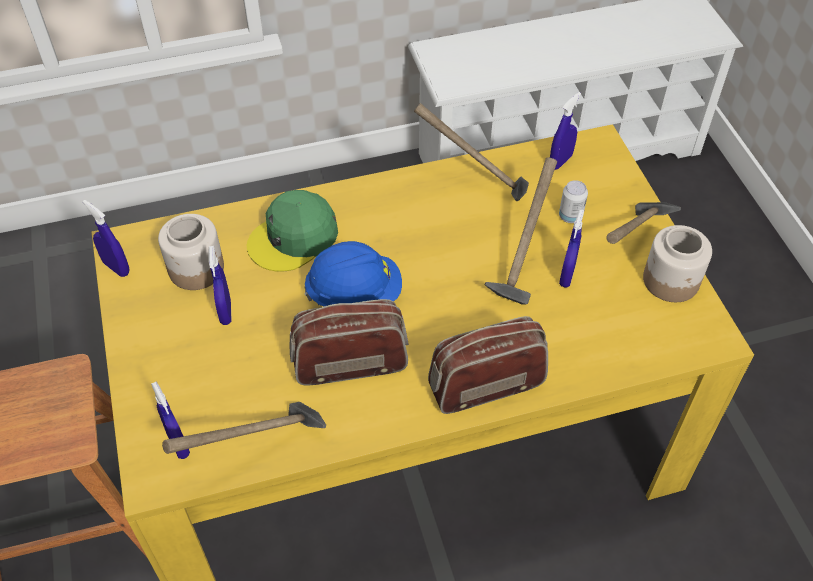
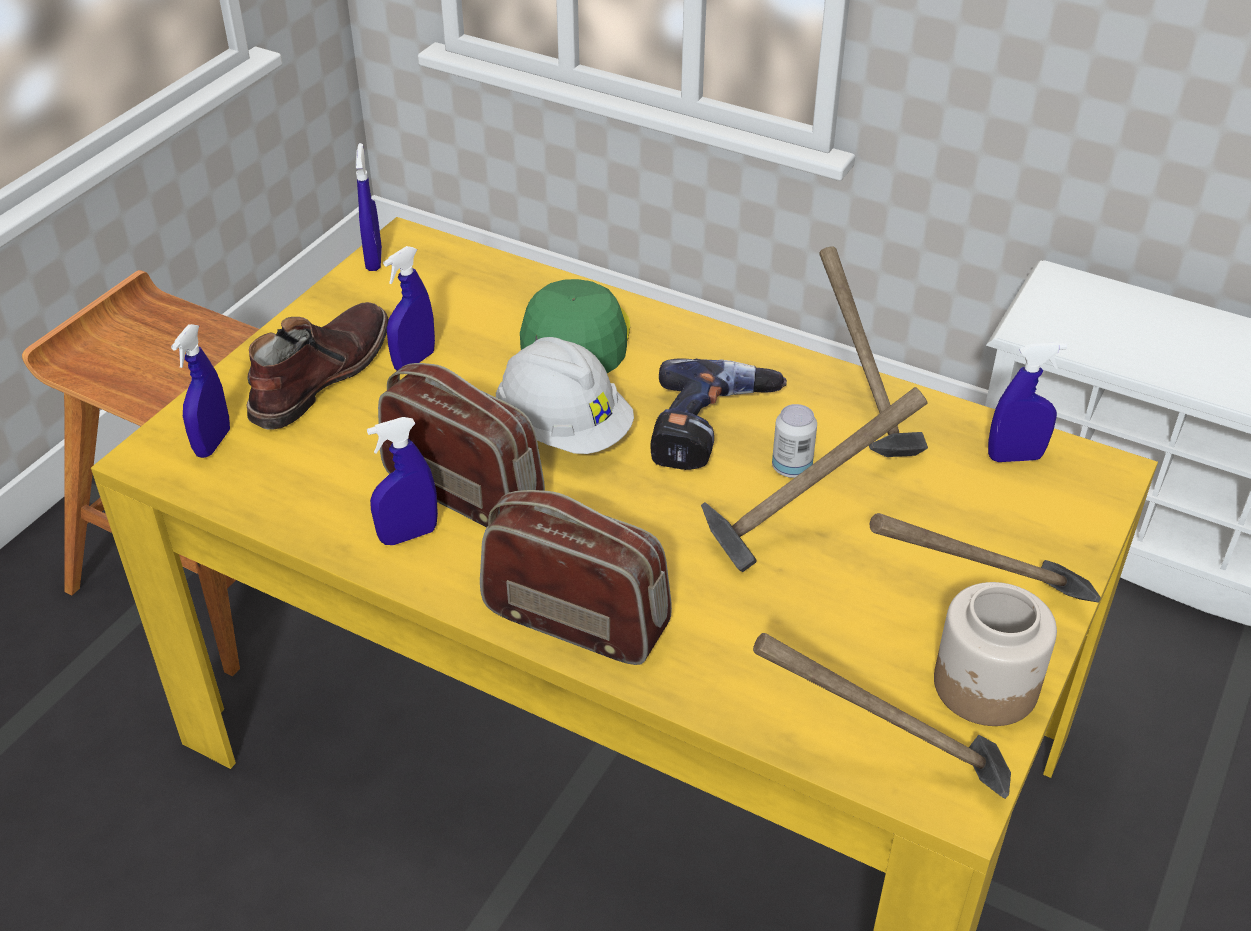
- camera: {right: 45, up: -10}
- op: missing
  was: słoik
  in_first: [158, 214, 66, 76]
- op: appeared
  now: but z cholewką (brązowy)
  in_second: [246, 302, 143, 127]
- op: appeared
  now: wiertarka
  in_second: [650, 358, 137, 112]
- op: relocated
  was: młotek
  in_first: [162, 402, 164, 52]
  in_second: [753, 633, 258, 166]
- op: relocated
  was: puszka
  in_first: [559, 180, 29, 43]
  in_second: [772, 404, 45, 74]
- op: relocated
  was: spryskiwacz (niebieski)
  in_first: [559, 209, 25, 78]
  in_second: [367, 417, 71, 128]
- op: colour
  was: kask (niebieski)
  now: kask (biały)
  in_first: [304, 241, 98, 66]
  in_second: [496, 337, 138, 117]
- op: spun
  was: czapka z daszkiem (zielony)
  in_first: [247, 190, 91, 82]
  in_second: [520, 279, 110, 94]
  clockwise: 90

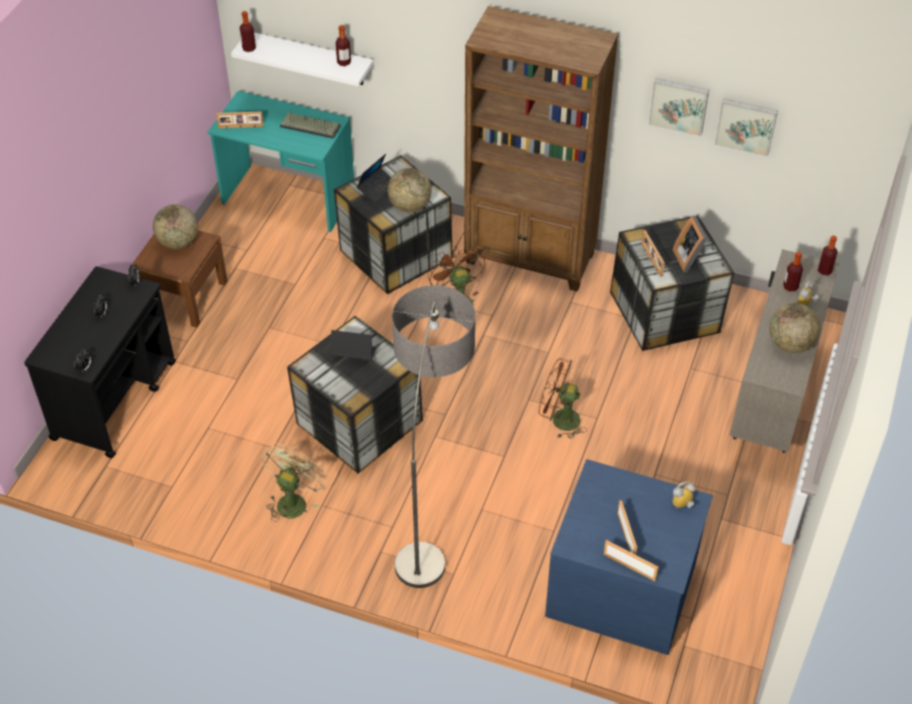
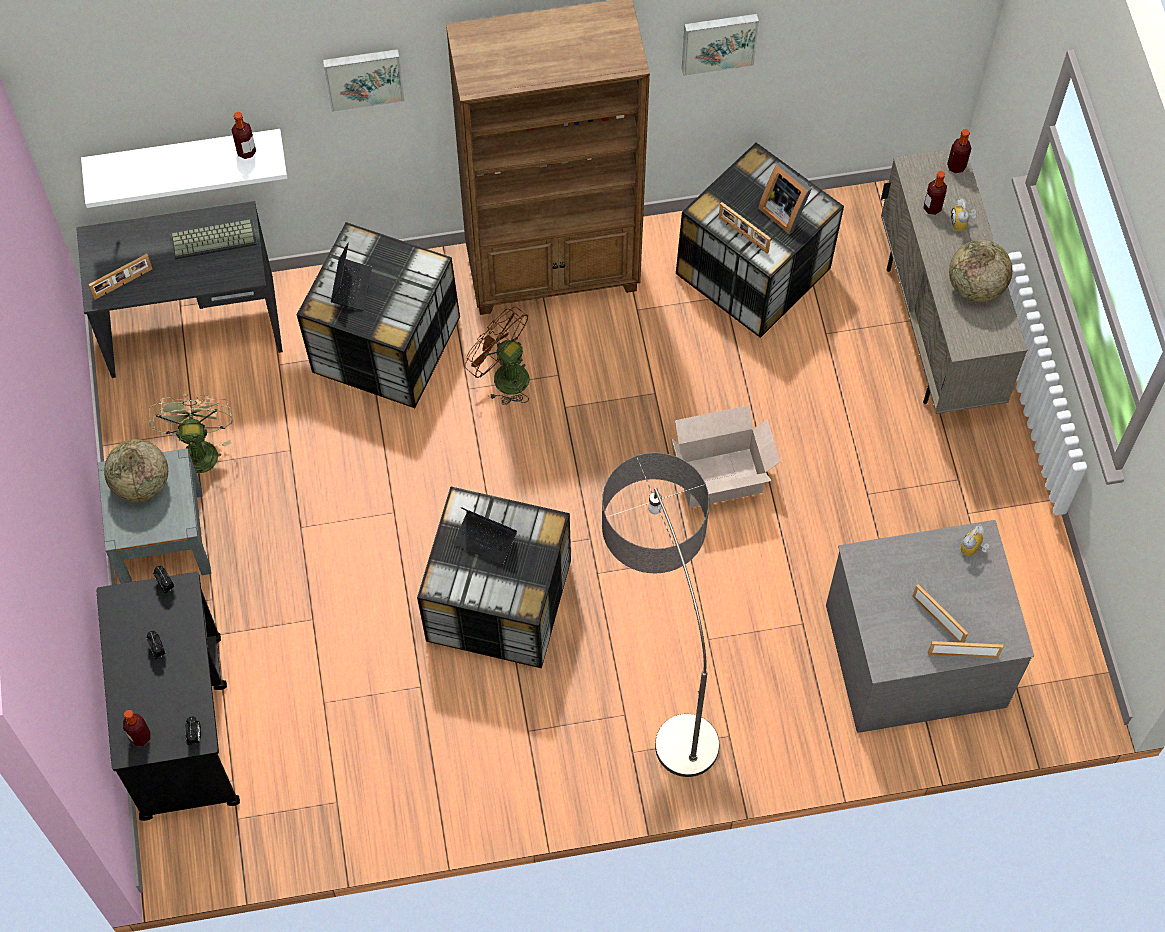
- camera: {right: -30, up: 15}
- op: missing
  was: globus
  in_first: [387, 168, 44, 45]
- op: relocated
  was: butelka
  in_first: [240, 11, 16, 41]
  in_second: [123, 710, 28, 36]
- op: relocated
  was: wentylator (zielony)
  in_first: [261, 443, 66, 79]
  in_second: [149, 394, 84, 80]
- op: relocated
  was: obraz
  in_first: [715, 98, 63, 59]
  in_second: [323, 49, 82, 63]
- op: exchanged
  was: wentylator (brązowy)
  now: karton
  in_first: [539, 358, 48, 81]
  in_second: [672, 405, 108, 103]
- op: colour
  was: szafka nocna (brązowy)
  now: szafka nocna (szary)
  in_first: [132, 230, 95, 98]
  in_second: [97, 448, 114, 136]
- op: colour
  was: biurko (turkusowy)
  now: biurko (szary)
  in_first: [208, 91, 146, 141]
  in_second: [76, 201, 207, 177]
- op: colour
  was: komoda (niebieski)
  now: komoda (szary)
  in_first: [545, 459, 168, 196]
  in_second: [826, 520, 208, 213]
- op: spun
  was: laptop
  in_first: [331, 330, 46, 30]
  in_second: [454, 507, 63, 58]
  clockwise: -135

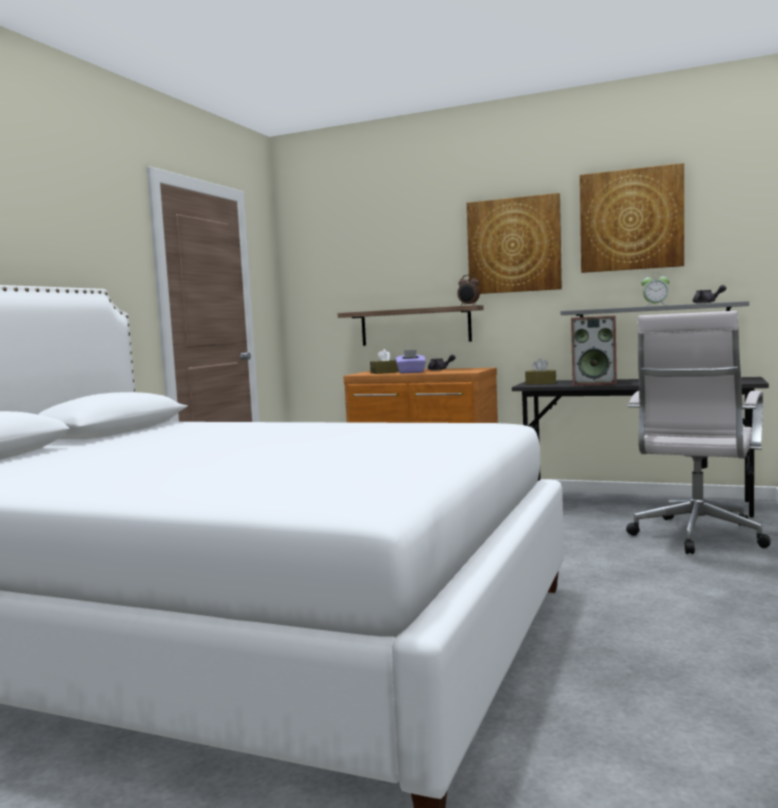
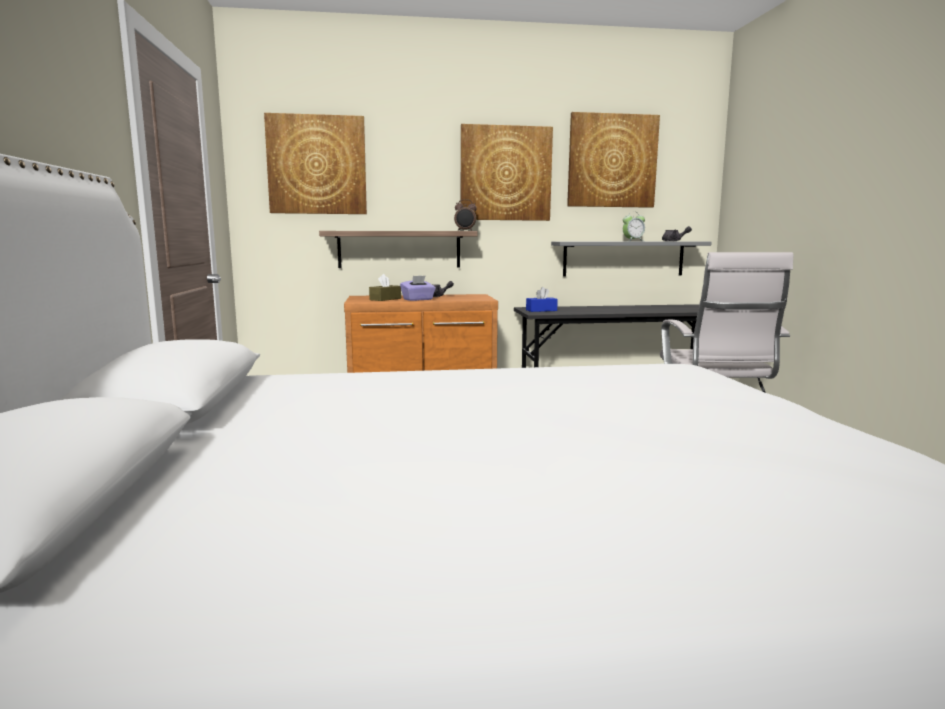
- camera: {right: -30, up: 5}
- op: missing
  was: głośnik
  in_first: [571, 316, 46, 70]
- op: appeared
  now: obraz
  in_second: [264, 113, 103, 101]
- op: colour
  was: pudełko chusteczek (brązowy)
  now: pudełko chusteczek (niebieski)
  in_first: [525, 358, 31, 27]
  in_second: [526, 287, 32, 25]

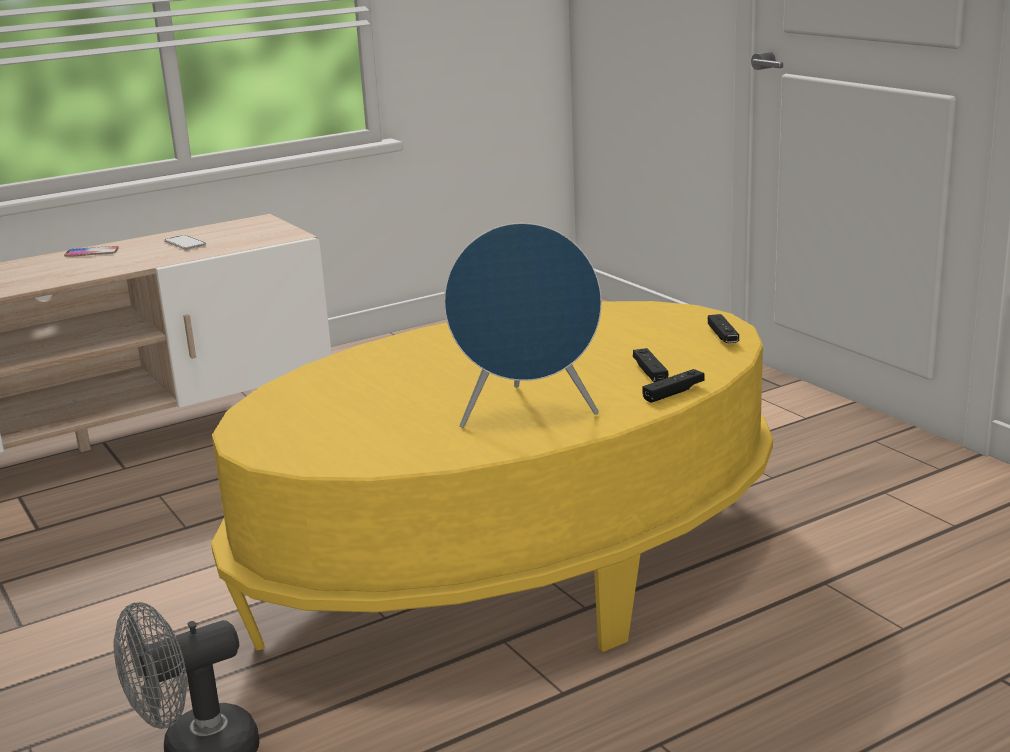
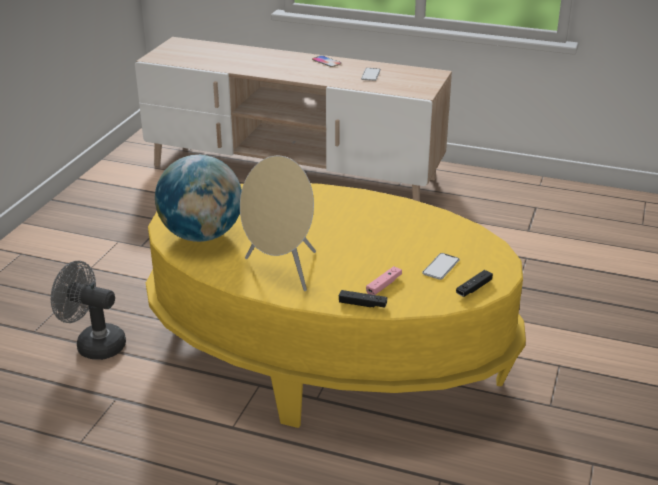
- camera: {right: 50, up: 10}
- op: appeared
  now: globus
  in_second: [155, 155, 87, 87]
- op: appeared
  now: telefon
  in_second: [422, 253, 38, 27]
- op: colour
  was: głośnik (niebieski)
  now: głośnik (beżowy)
  in_first: [444, 223, 158, 205]
  in_second: [240, 156, 76, 135]
- op: colour
  was: pad do gier (czarny)
  now: pad do gier (różowy)
  in_first: [633, 348, 35, 34]
  in_second: [366, 266, 36, 29]

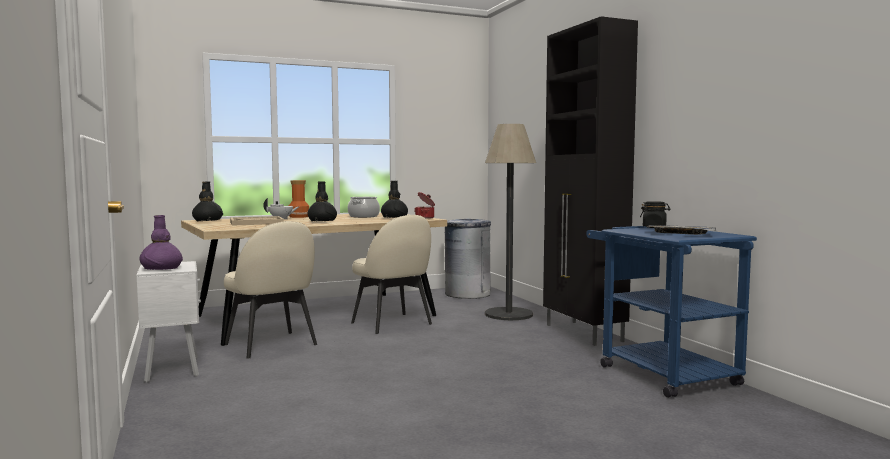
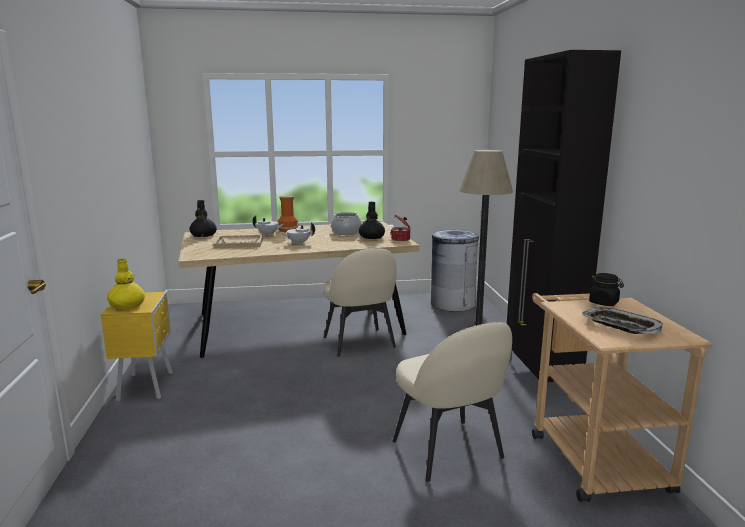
- camera: {right: 15, up: 10}
- op: relocated
  was: krzesło (beżowy)
  in_first: [224, 221, 93, 138]
  in_second: [392, 322, 120, 160]
- op: exchanged
  was: wazon (czarny)
  now: imbryk (biały)
  in_first: [308, 182, 29, 39]
  in_second: [280, 222, 35, 22]
- op: colour
  was: szafka nocna (biały)
  now: szafka nocna (żółty)
  in_first: [136, 261, 65, 122]
  in_second: [100, 292, 73, 110]
- op: colour
  was: wazon (fioletowy)
  now: wazon (żółty)
  in_first: [139, 215, 44, 55]
  in_second: [107, 259, 38, 50]
- op: colour
  was: wózek (niebieski)
  now: wózek (beżowy)
  in_first: [586, 226, 171, 172]
  in_second: [532, 293, 180, 209]

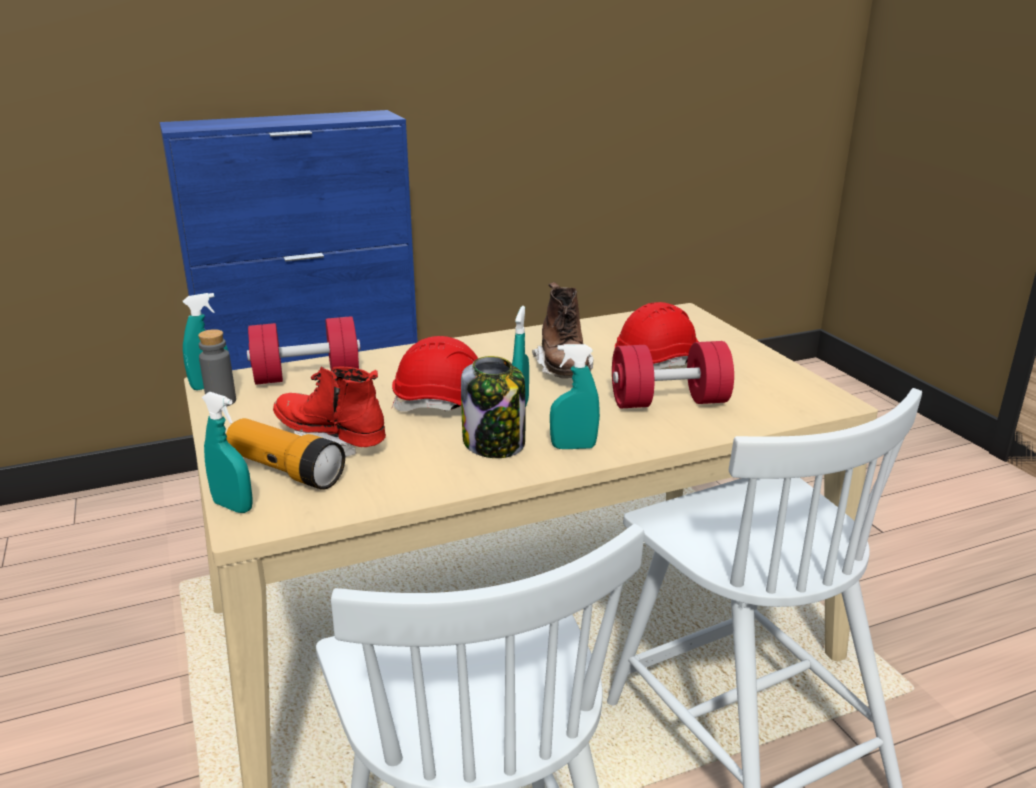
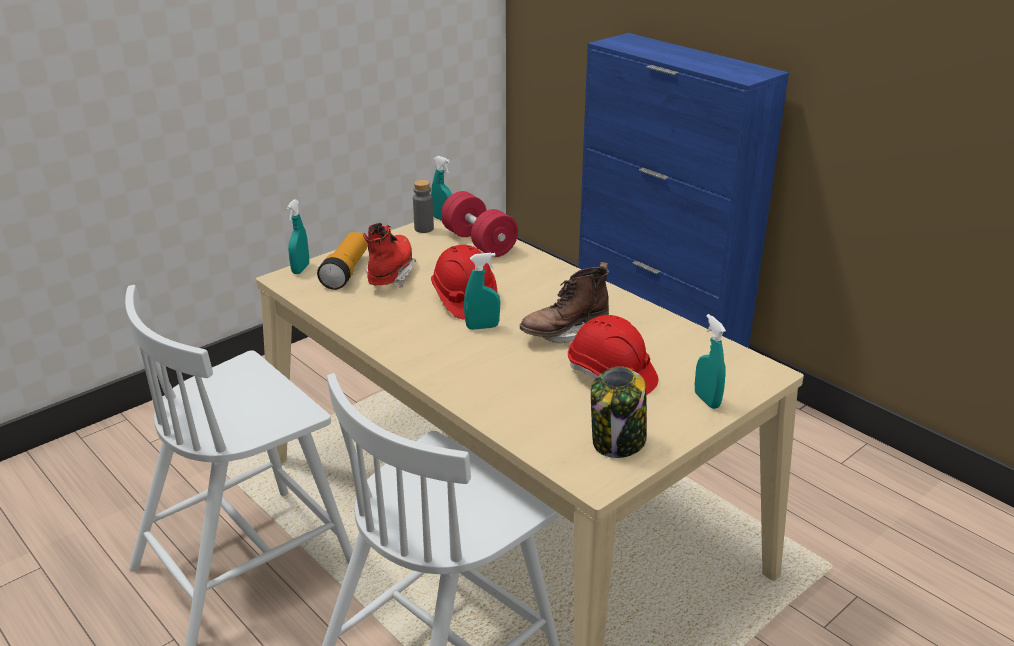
- camera: {right: 70, up: 5}
- op: missing
  was: hantel (czerwony)
  in_first: [612, 341, 122, 67]
- op: relocated
  was: słoik
  in_first: [461, 356, 64, 102]
  in_second: [591, 366, 56, 92]
- op: relocated
  was: spryskiwacz (turkusowy)
  in_first: [550, 344, 50, 105]
  in_second: [695, 314, 31, 95]

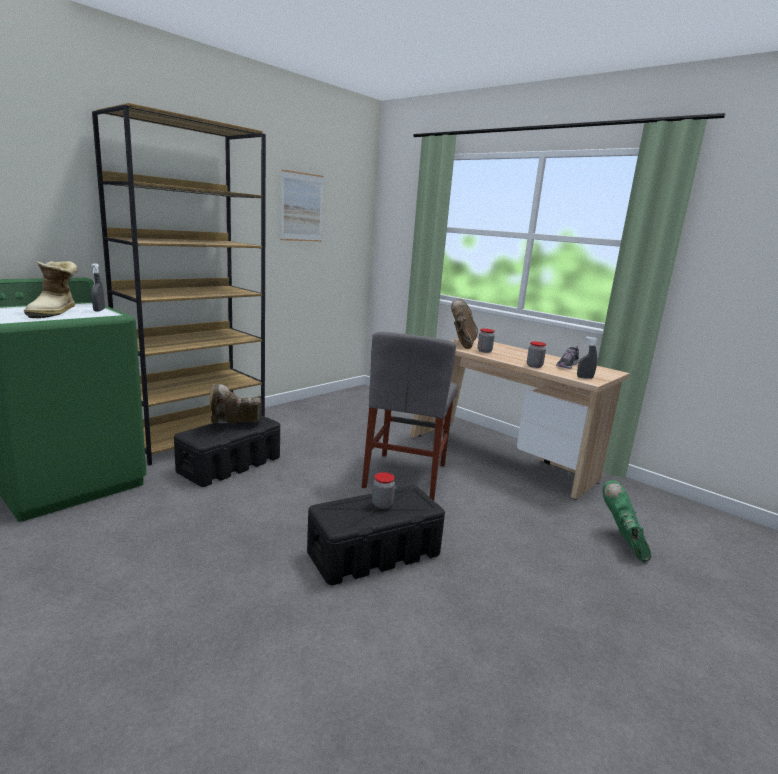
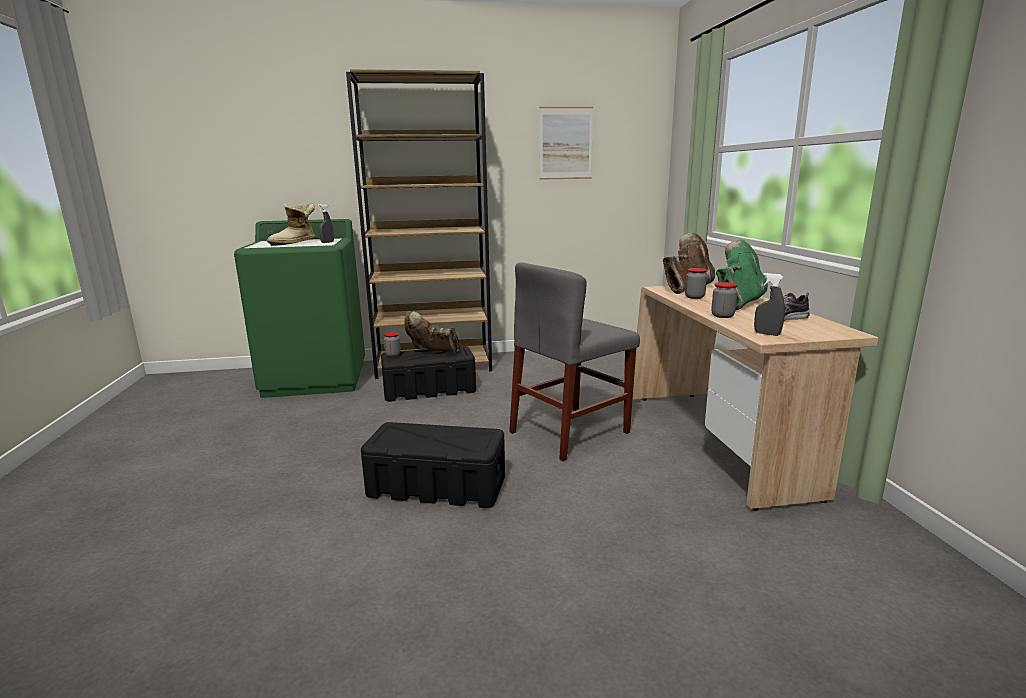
- camera: {right: 40, up: 0}
- op: relocated
  was: słoik
  in_first: [372, 472, 23, 37]
  in_second: [384, 332, 17, 25]
- op: relocated
  was: but z cholewką (zielony)
  in_first: [602, 480, 49, 82]
  in_second: [716, 239, 52, 71]

